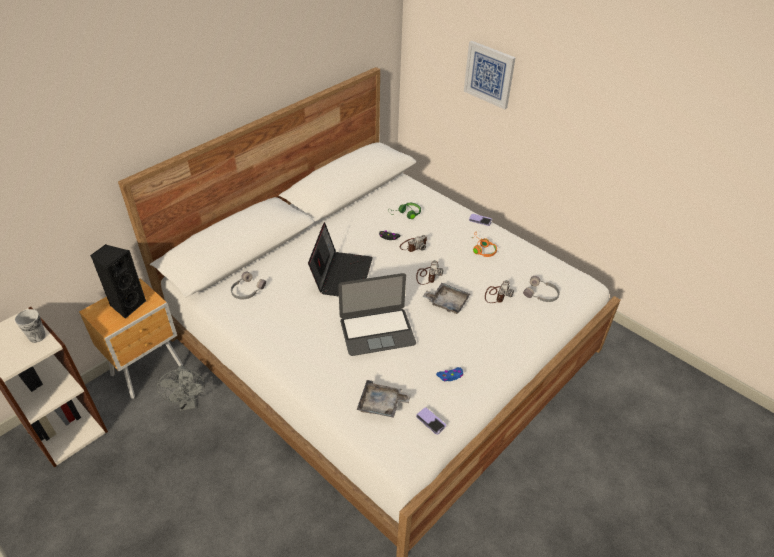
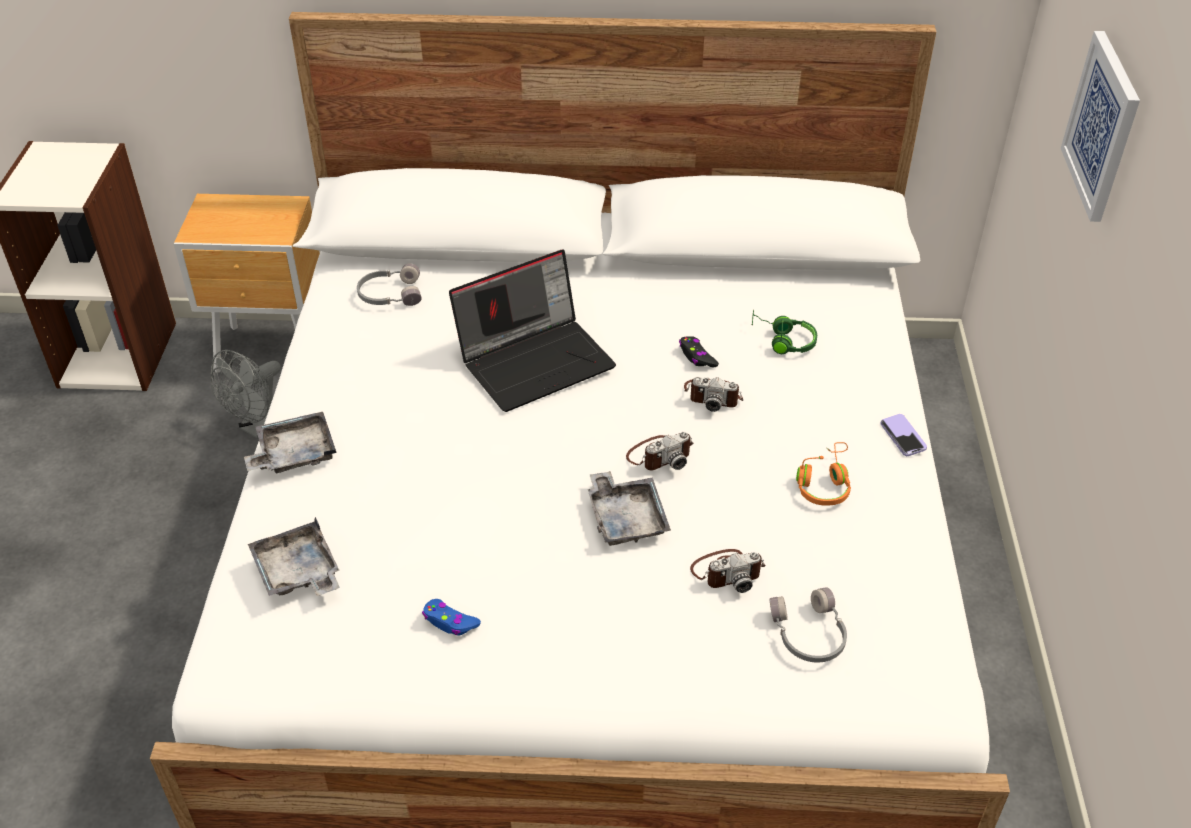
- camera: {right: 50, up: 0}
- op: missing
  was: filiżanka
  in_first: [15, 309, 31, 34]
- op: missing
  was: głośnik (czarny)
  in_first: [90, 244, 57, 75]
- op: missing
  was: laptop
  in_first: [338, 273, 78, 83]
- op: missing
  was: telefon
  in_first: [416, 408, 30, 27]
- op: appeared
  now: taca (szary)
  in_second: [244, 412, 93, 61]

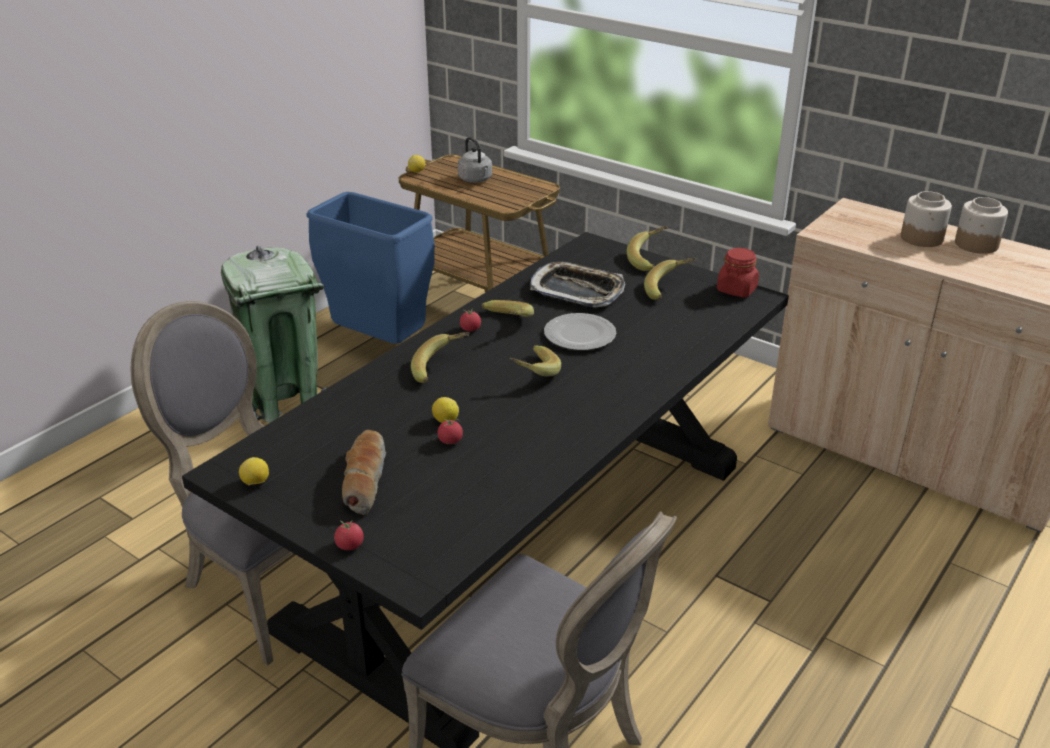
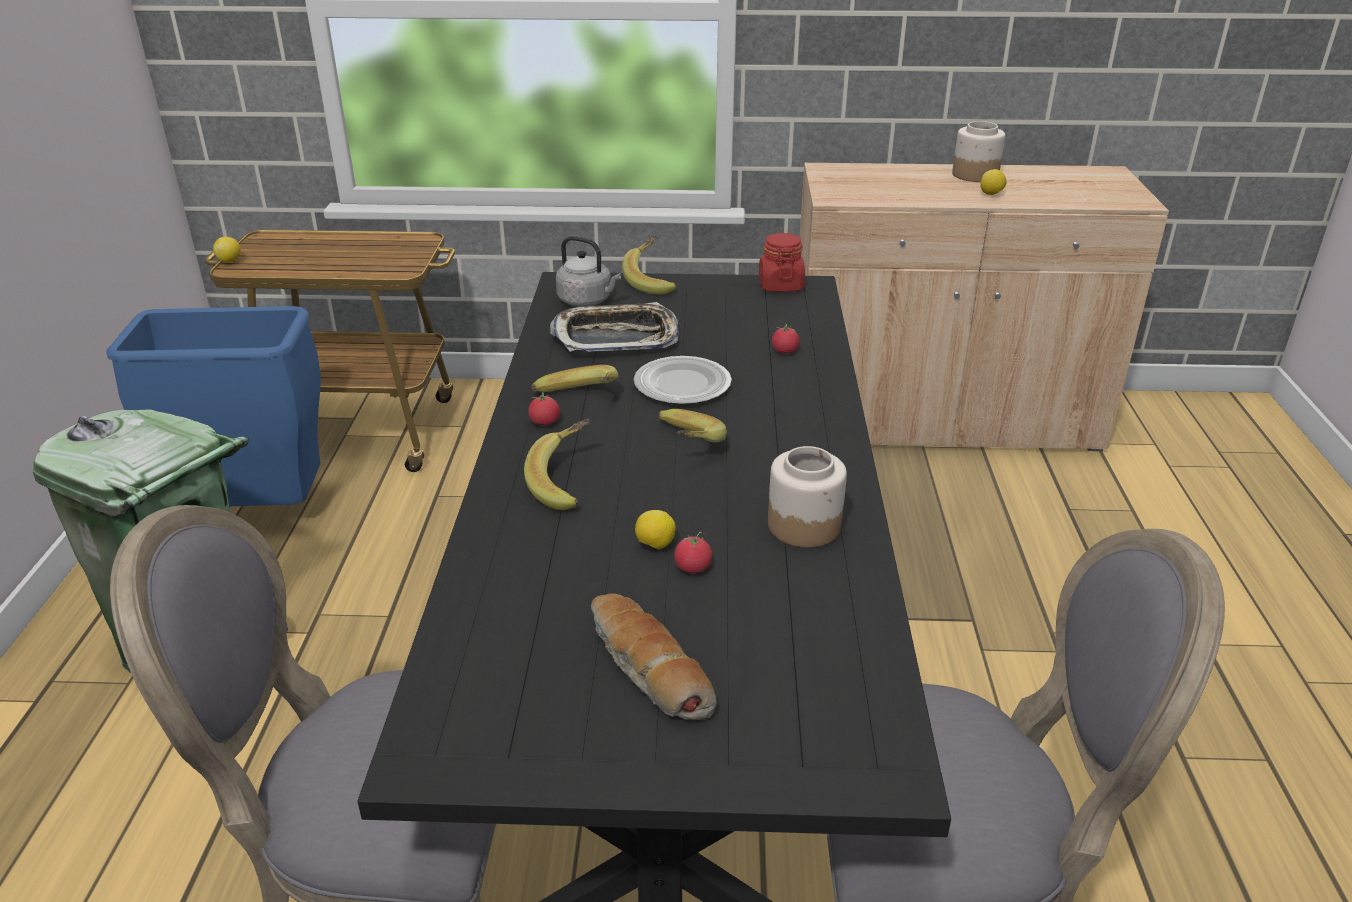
- camera: {right: -35, up: 0}
- op: missing
  was: banan
  in_first: [644, 258, 52, 42]
- op: relocated
  was: cytryna
  in_first: [239, 457, 30, 28]
  in_second: [980, 169, 27, 26]
- op: relocated
  was: pomidor
  in_first: [334, 520, 30, 30]
  in_second: [772, 324, 28, 30]
- op: relocated
  was: czajnik (szary)
  in_first: [458, 137, 34, 46]
  in_second: [556, 236, 65, 71]
- op: relocated
  was: słoik
  in_first: [901, 191, 51, 56]
  in_second: [768, 446, 79, 102]

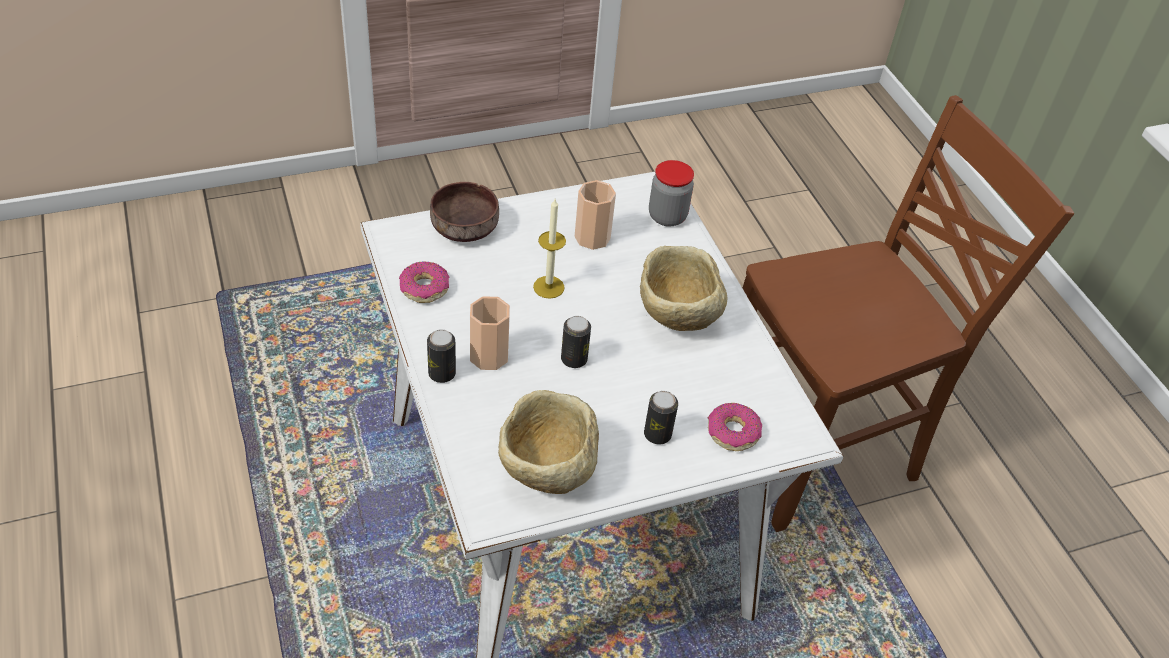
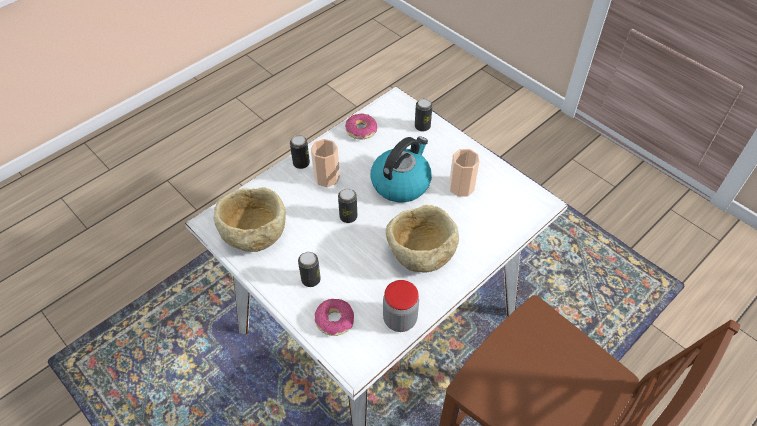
- camera: {right: 70, up: 5}
- op: relocated
  was: słoik
  in_first: [649, 160, 45, 67]
  in_second: [383, 280, 36, 52]
- op: exchanged
  was: miska (brązowy)
  now: puszka
  in_first: [430, 182, 69, 60]
  in_second: [415, 99, 18, 32]
- op: exchanged
  was: świeca
  now: czajnik
  in_first: [533, 199, 33, 100]
  in_second: [371, 136, 61, 66]

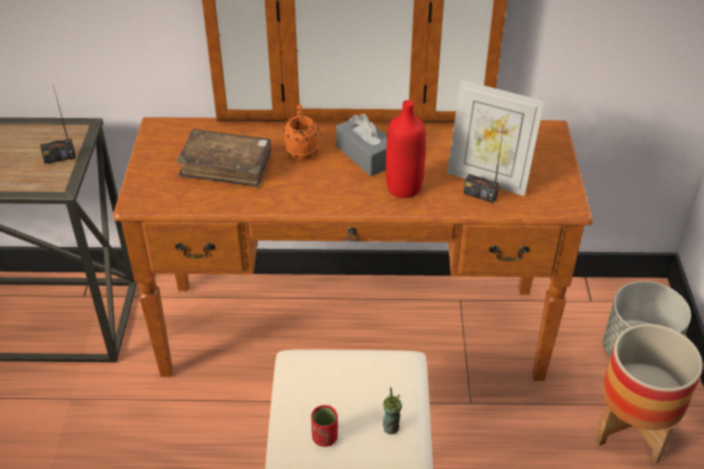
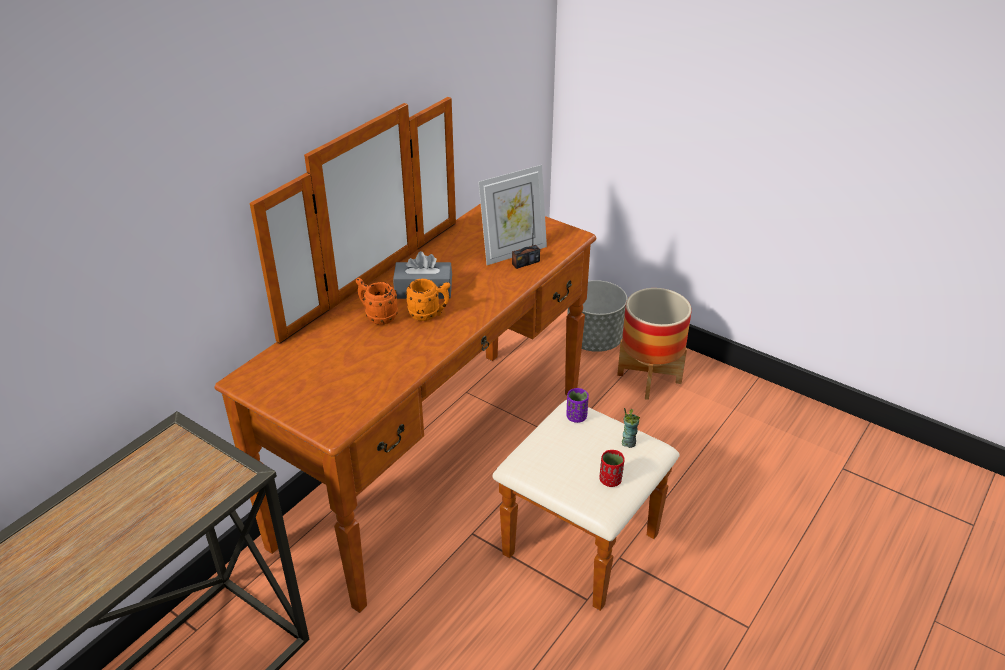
- camera: {right: -55, up: -5}
- op: missing
  was: radio
  in_first: [40, 85, 36, 79]
- op: missing
  was: książka (brązowy)
  in_first: [176, 129, 95, 59]
- op: missing
  was: butelka (czerwony)
  in_first: [386, 100, 40, 98]
- op: appeared
  now: kubek (pomarańczowy)
  in_second: [406, 279, 44, 42]
- op: appeared
  now: filiżanka (fioletowy)
  in_second: [567, 388, 22, 35]

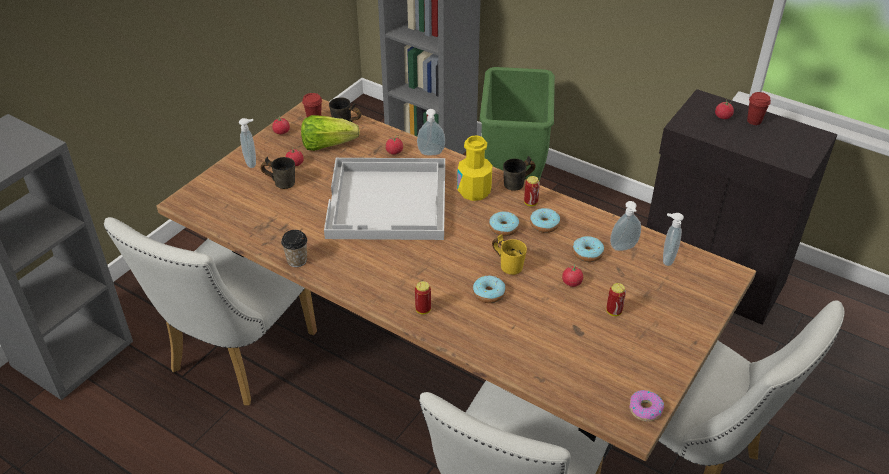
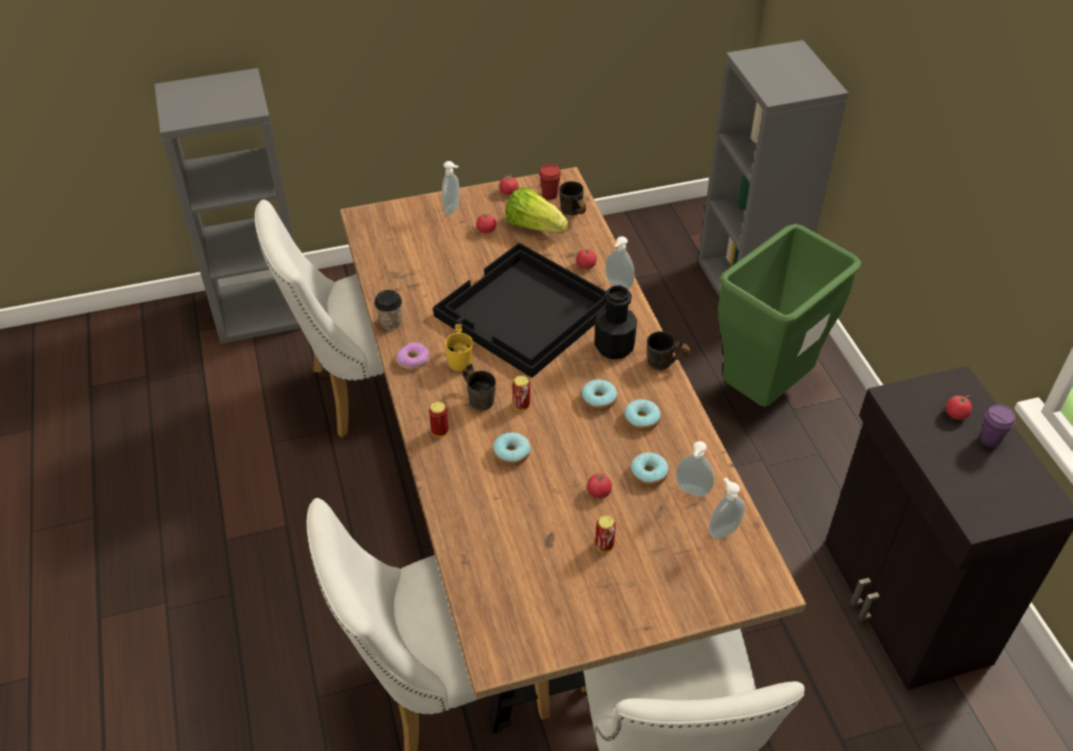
- camera: {right: 40, up: 5}
- op: relocated
  was: kubek (szary)
  in_first: [260, 157, 35, 32]
  in_second: [462, 364, 34, 47]
- op: relocated
  was: kubek (żółty)
  in_first: [492, 234, 35, 41]
  in_second: [445, 324, 28, 47]
- op: relocated
  was: puszka
  in_first: [524, 176, 16, 30]
  in_second: [513, 376, 17, 35]
- op: relocated
  was: donut
  in_first: [629, 390, 35, 32]
  in_second: [396, 342, 34, 28]
- op: colour
  was: taca (biały)
  now: taca (czarny)
  in_first: [324, 158, 121, 82]
  in_second: [433, 243, 174, 135]
- op: colour
  was: butelka (żółty)
  now: butelka (czarny)
  in_first: [457, 135, 35, 66]
  in_second: [594, 285, 43, 74]
- op: colour
  was: filiżanka (czerwony)
  now: filiżanka (fioletowy)
  in_first: [747, 92, 24, 33]
  in_second: [980, 405, 36, 43]

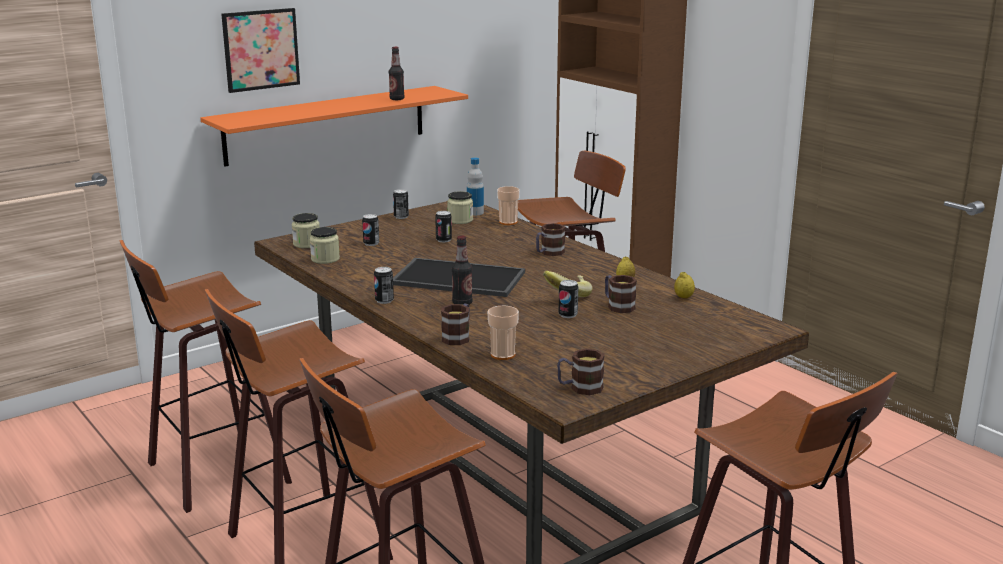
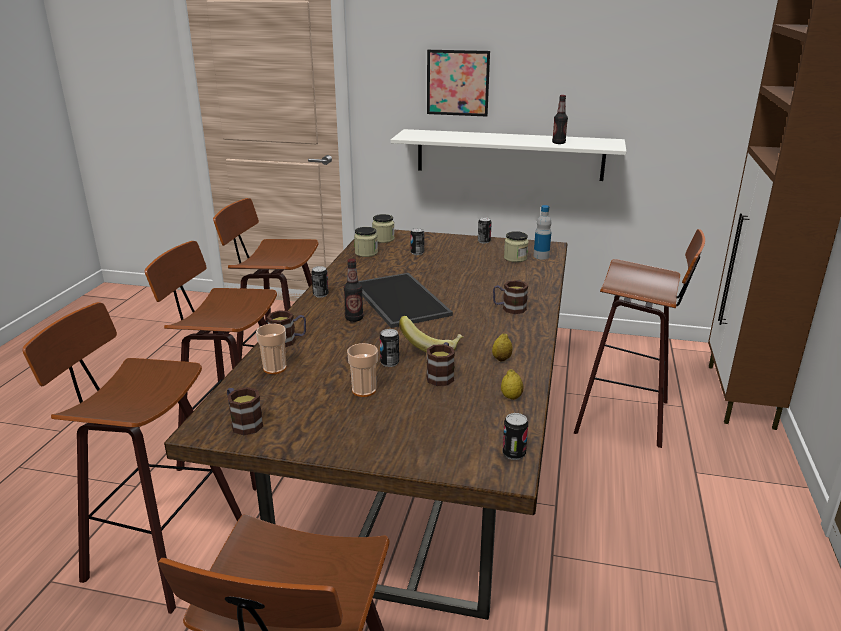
- camera: {right: 50, up: 5}
- op: relocated
  was: puszka
  in_first: [435, 211, 17, 31]
  in_second: [503, 413, 25, 47]
- op: relocated
  was: filiżanka
  in_first: [497, 186, 23, 39]
  in_second: [347, 343, 31, 54]
- op: colour
  was: półka (pomarańczowy)
  now: półka (biały)
  in_first: [200, 86, 268, 80]
  in_second: [391, 129, 235, 52]

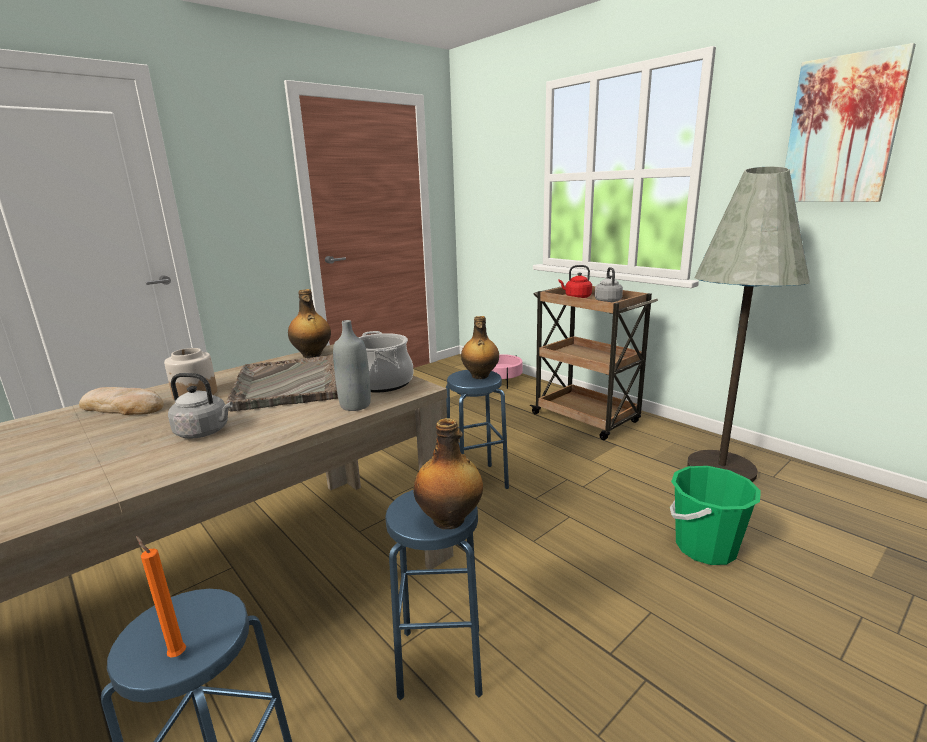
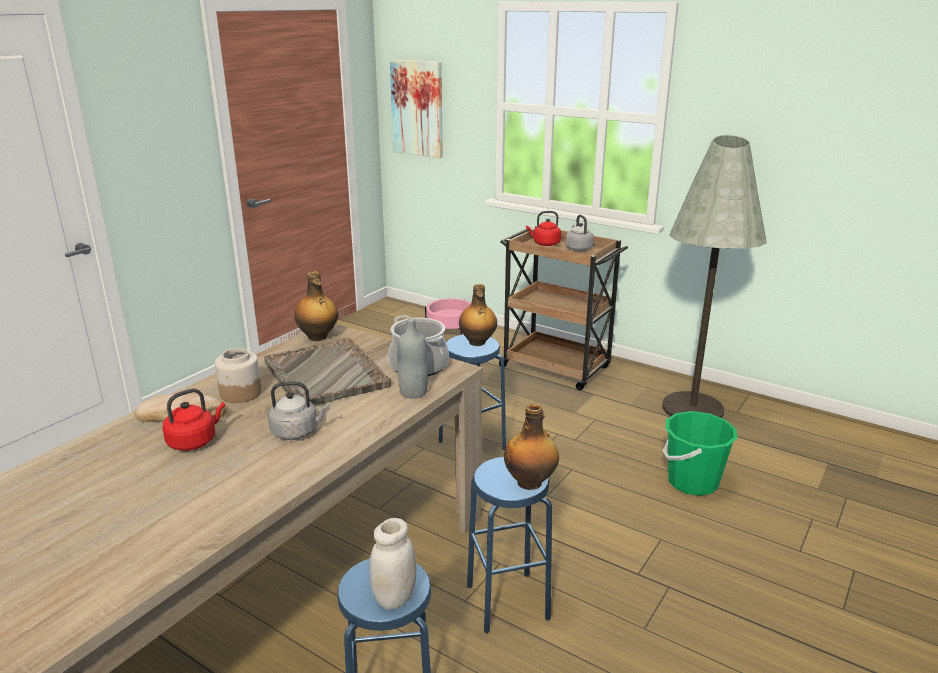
- camera: {right: -15, up: 5}
- op: appeared
  now: czajnik (czerwony)
  in_second: [163, 389, 62, 62]
- op: relocated
  was: obraz
  in_first: [785, 43, 131, 159]
  in_second: [390, 59, 53, 99]
- op: exchanged
  was: świeca (pomarańczowy)
  now: słoik (biały)
  in_first: [136, 536, 50, 122]
  in_second: [370, 518, 46, 92]

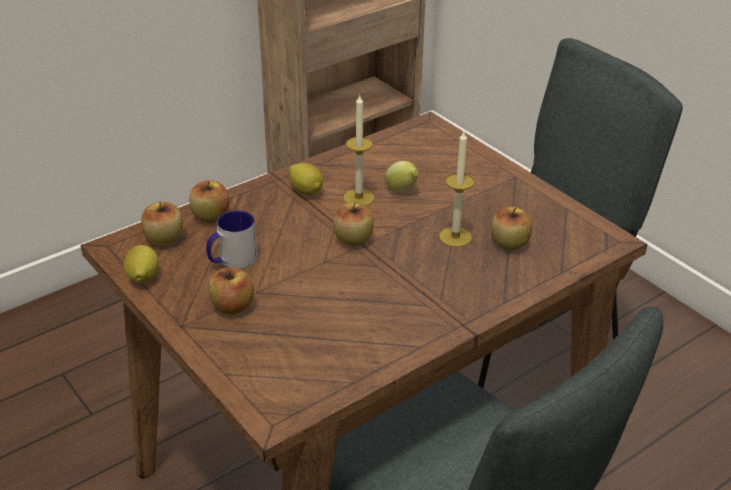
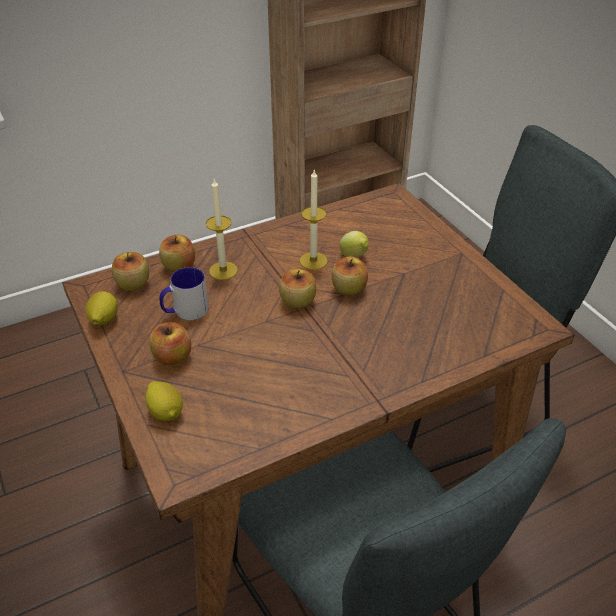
- camera: {right: 10, up: 5}
- op: relocated
  was: cytryna
  in_first: [289, 163, 34, 32]
  in_second: [146, 381, 37, 40]
- op: relocated
  was: świeca
  in_first: [439, 131, 35, 116]
  in_second: [206, 179, 32, 101]
- op: relocated
  was: jabłko
  in_first: [491, 206, 41, 45]
  in_second: [331, 256, 37, 40]

